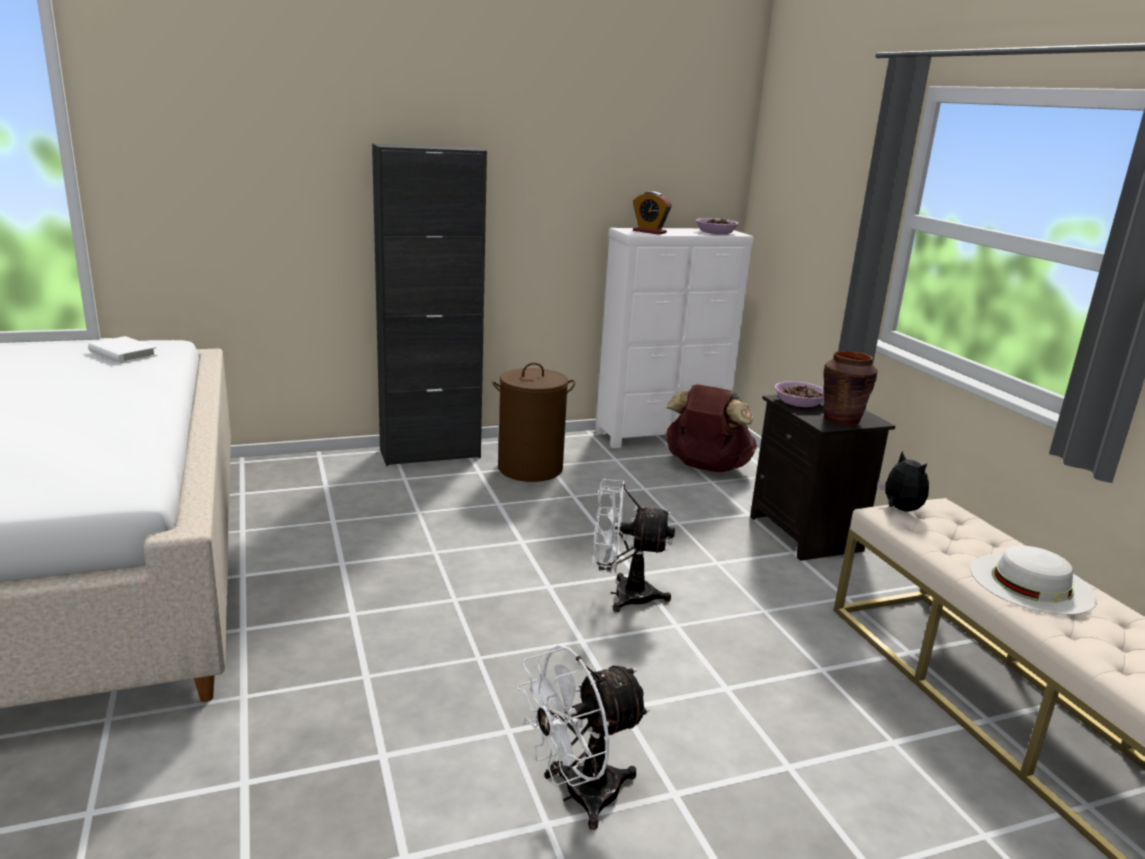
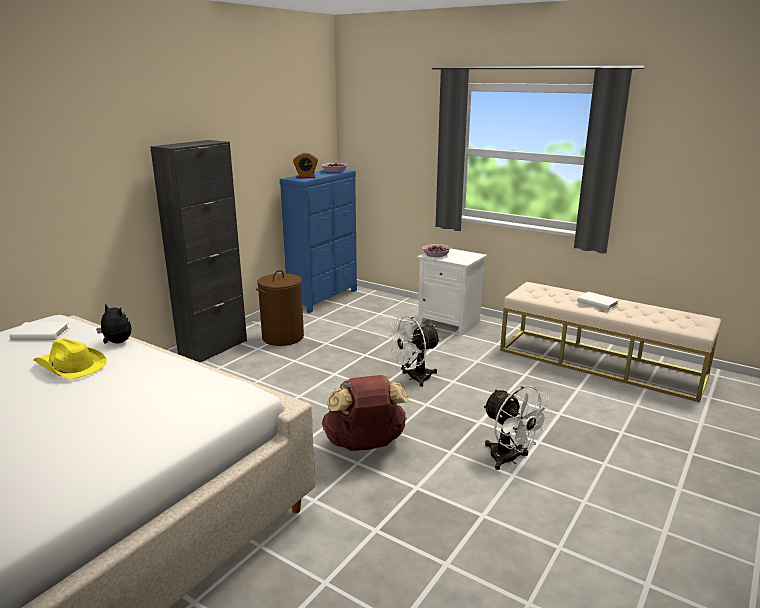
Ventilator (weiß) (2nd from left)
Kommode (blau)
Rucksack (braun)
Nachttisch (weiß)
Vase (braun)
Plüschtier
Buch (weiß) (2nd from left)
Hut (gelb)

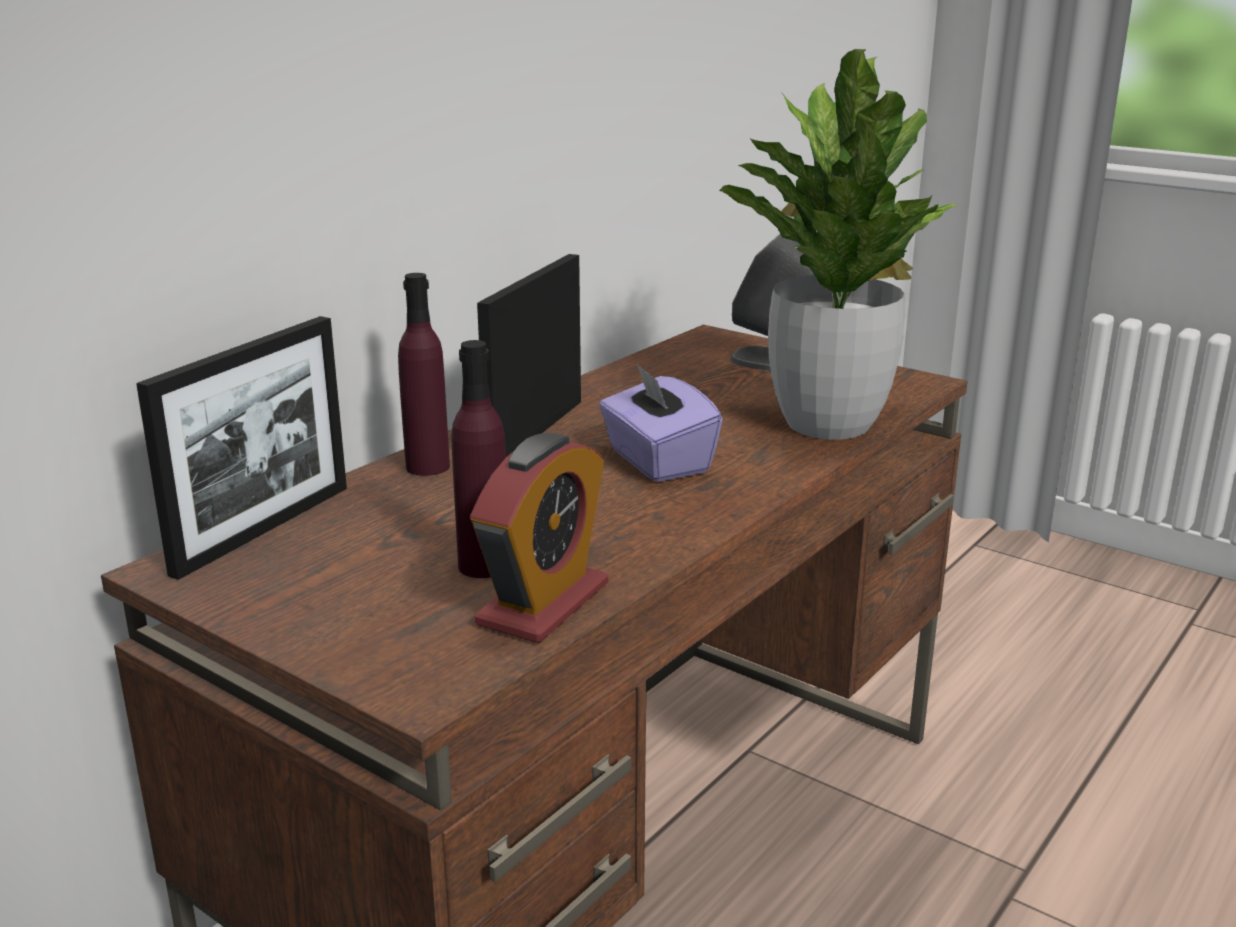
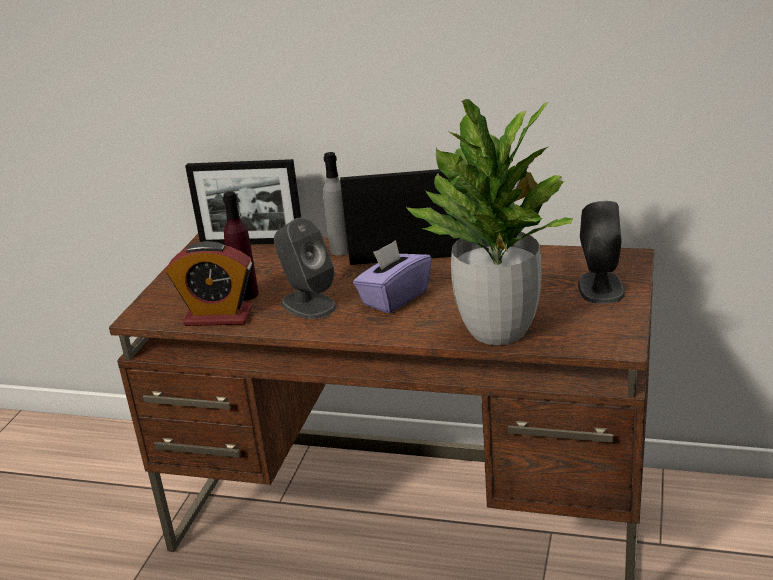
Flasche (grau)
Lautsprecher (grau) (1st from left)

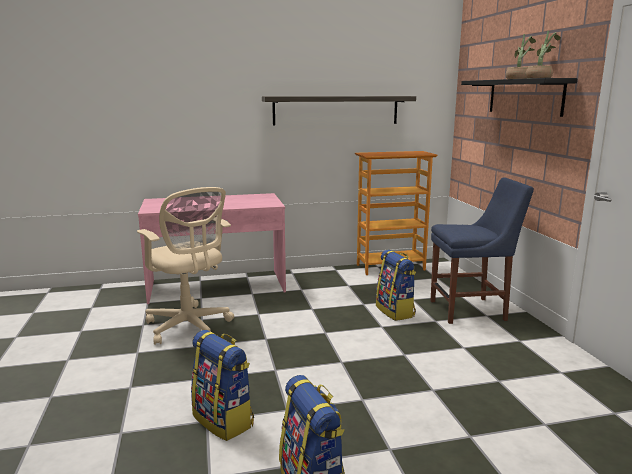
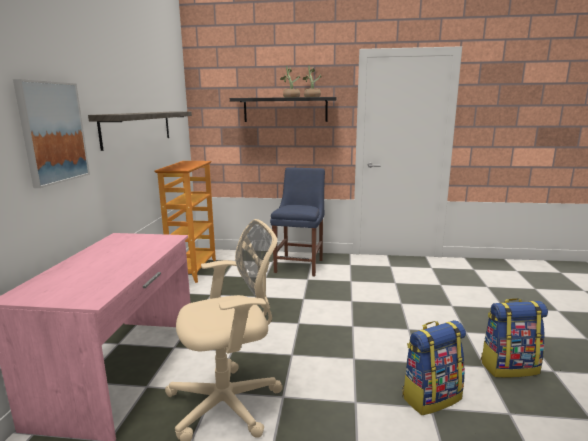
Rucksack (3rd from left in the first image)
Bild

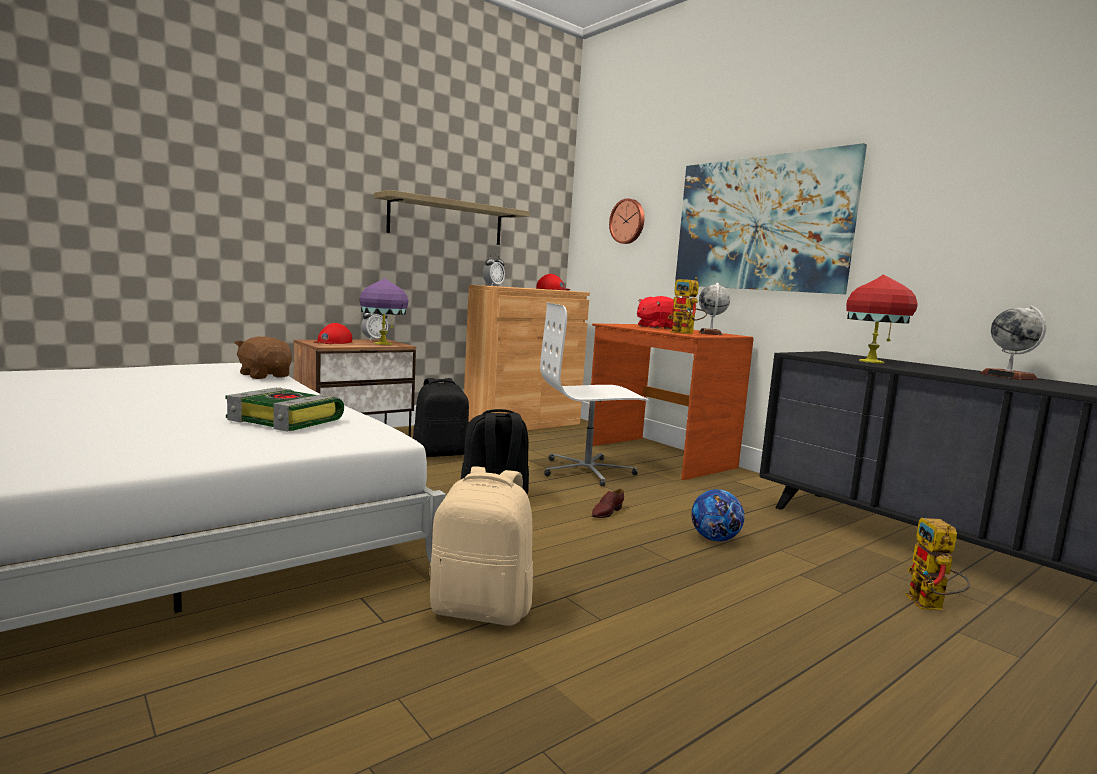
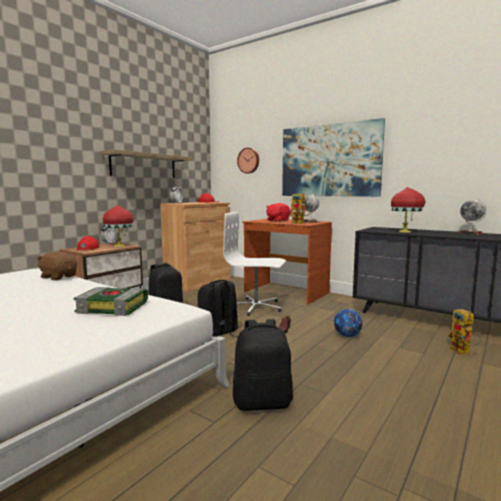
Tischlampe (rot) (1st from left)
Rucksack (schwarz) (3rd from left)
Bürostuhl (weiß)

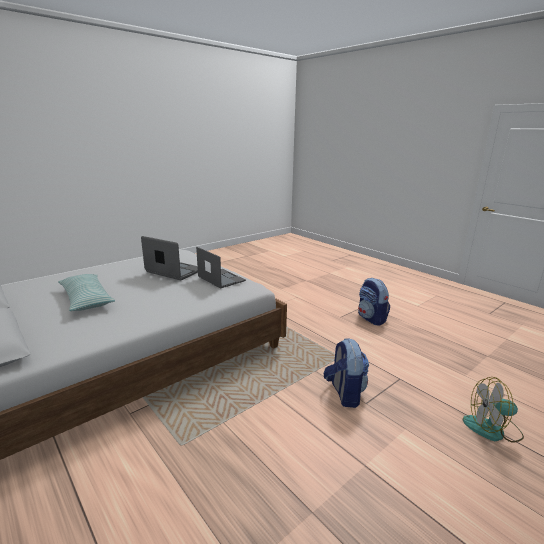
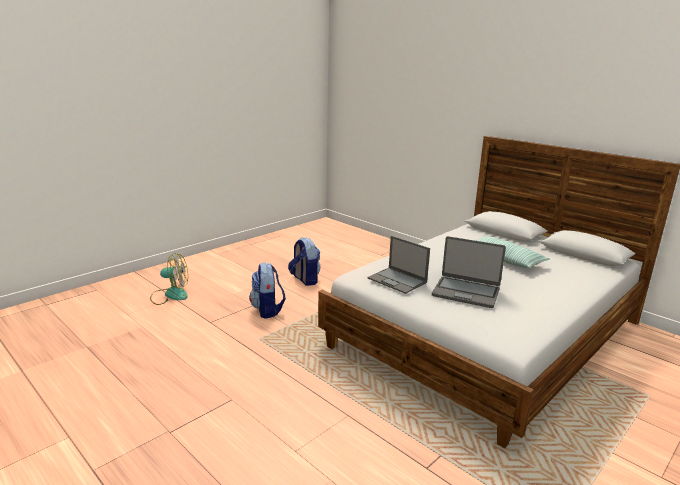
Rucksack (2nd from left)

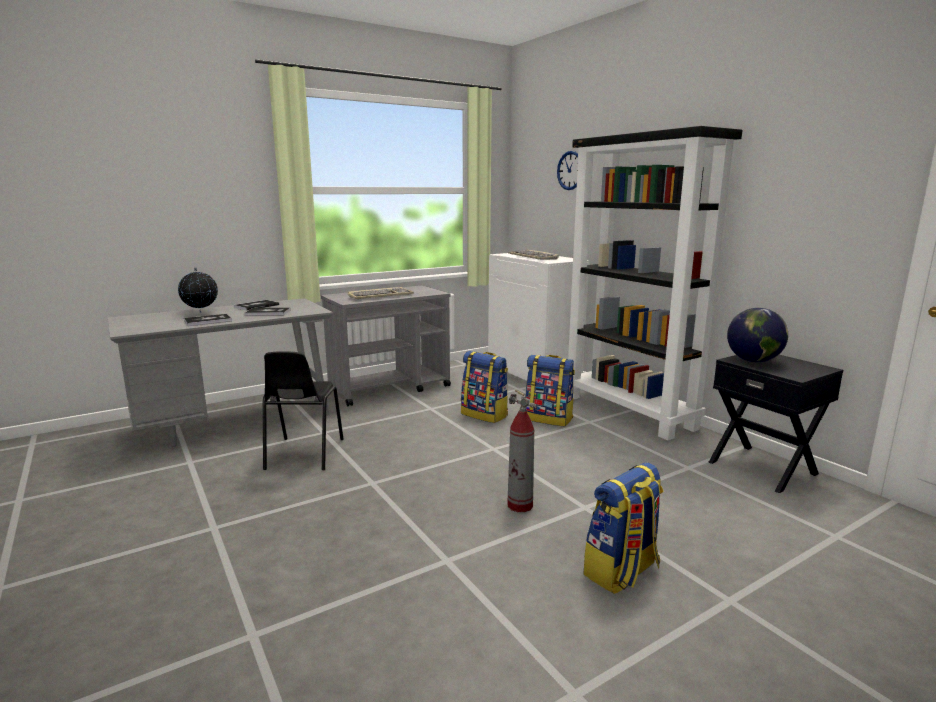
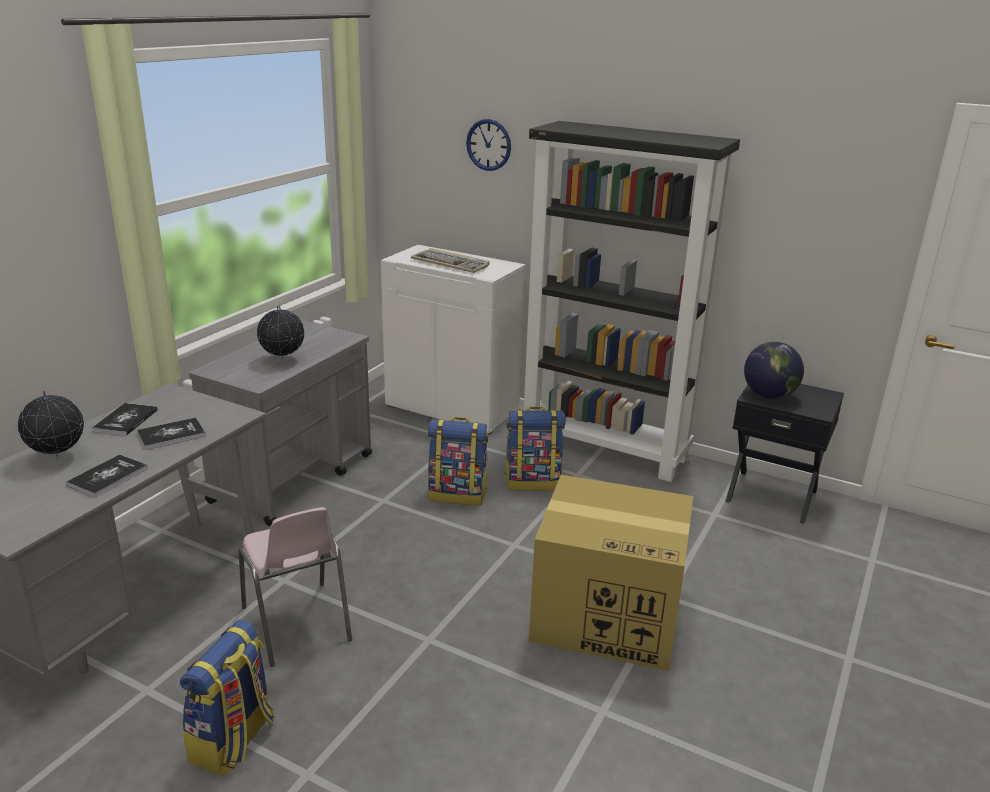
Stuhl (rosa)
Globus (2nd from left)
Karton
Rucksack (1st from left)

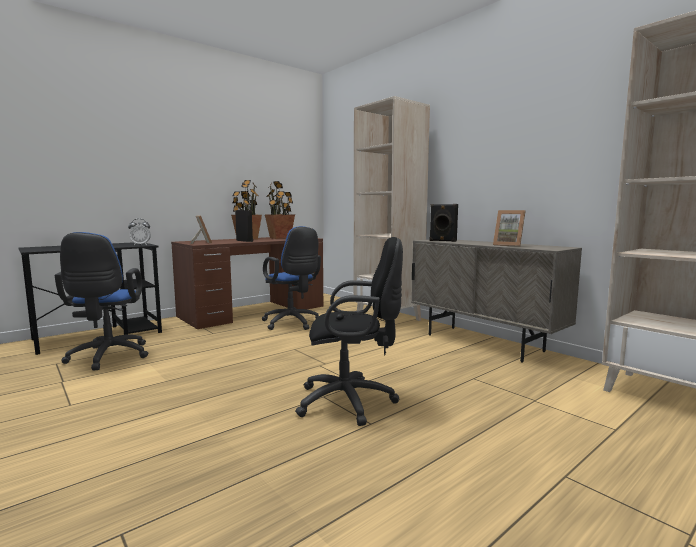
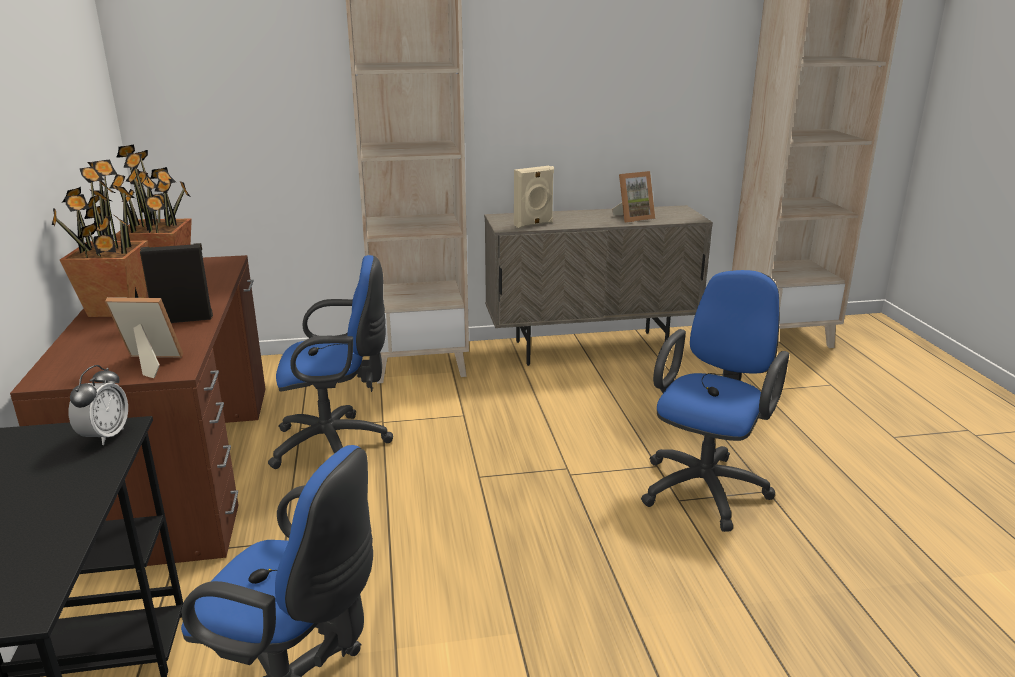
Bürostuhl (blau) (3rd from left)
Lautsprecher (beige)

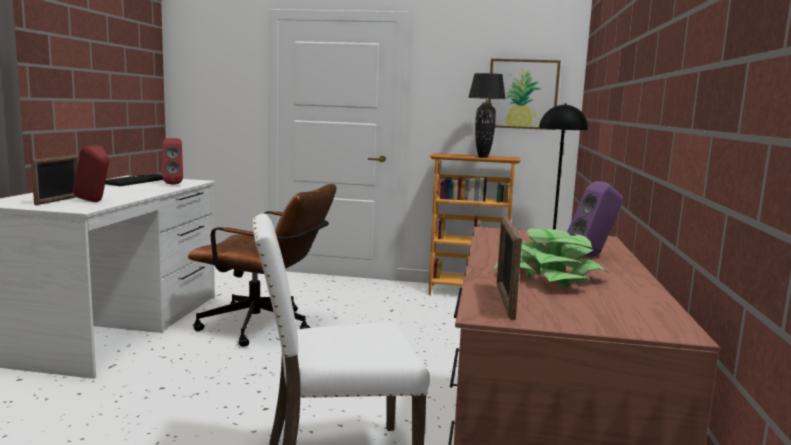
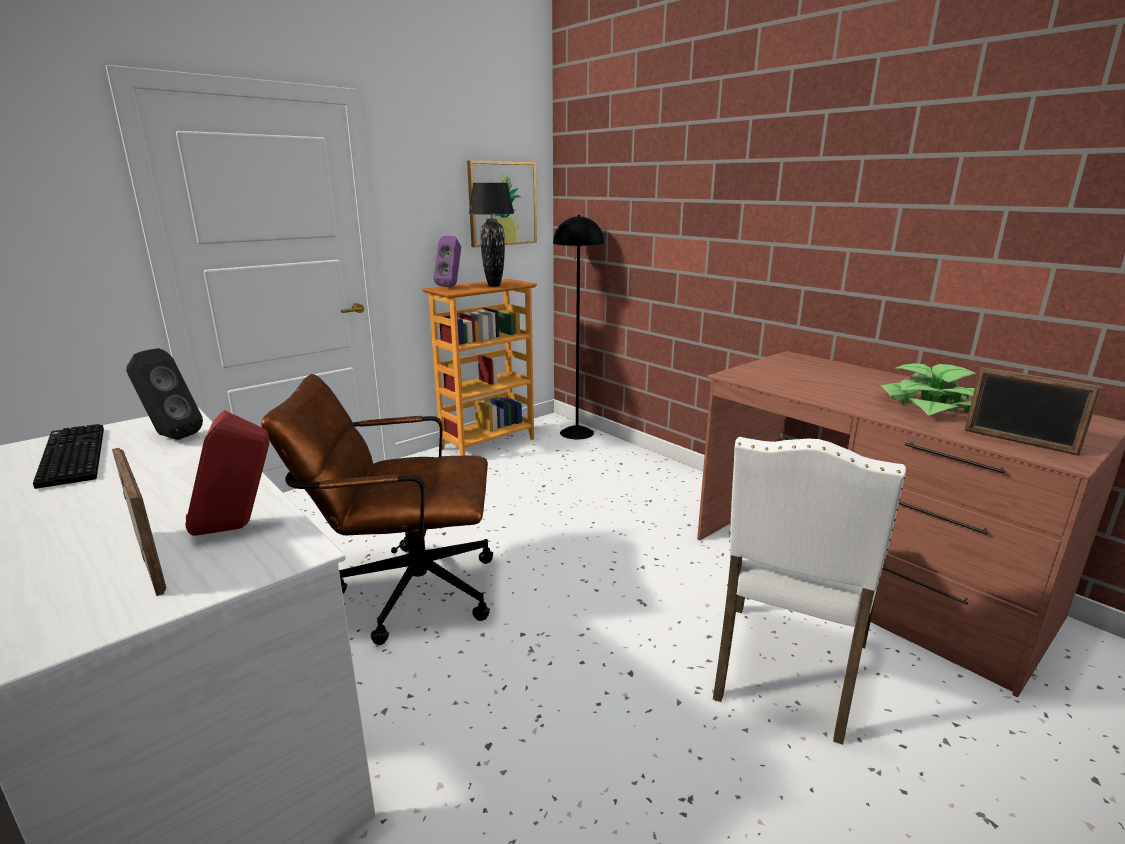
Lautsprecher (schwarz)
Bürostuhl (braun)
Lautsprecher (lila)

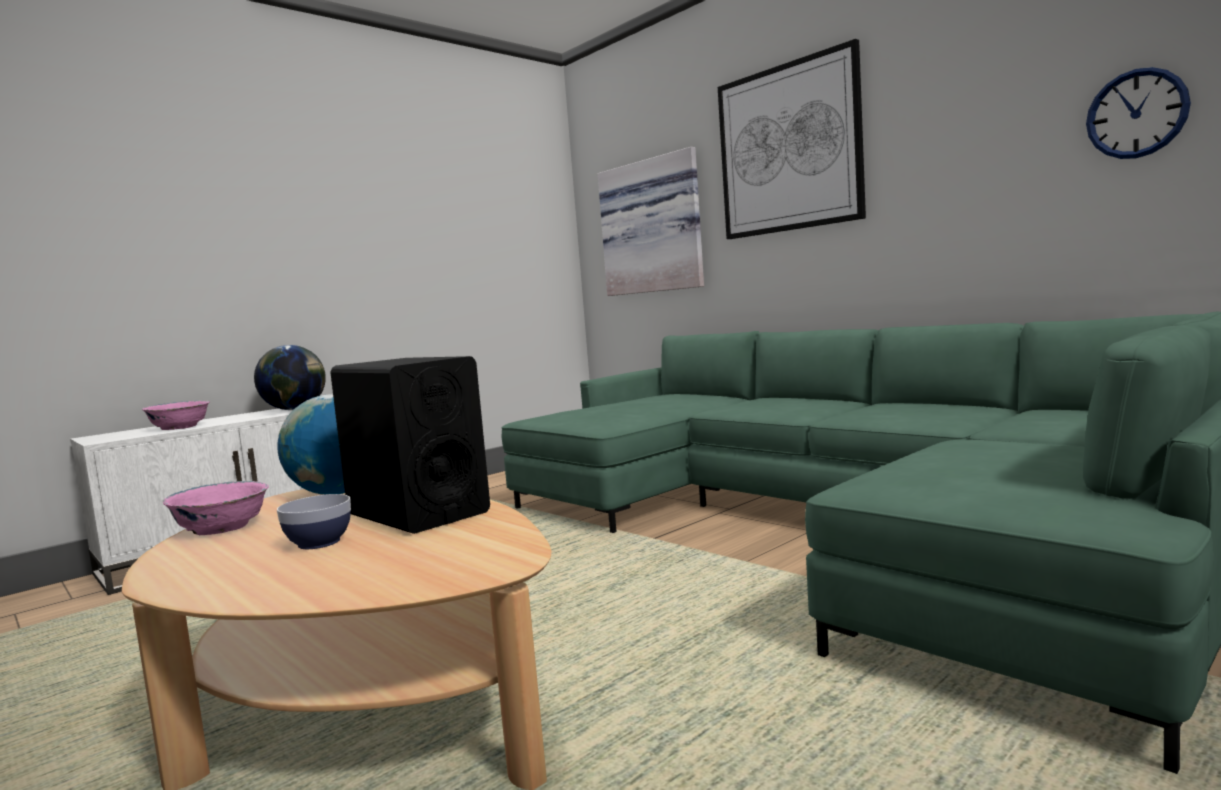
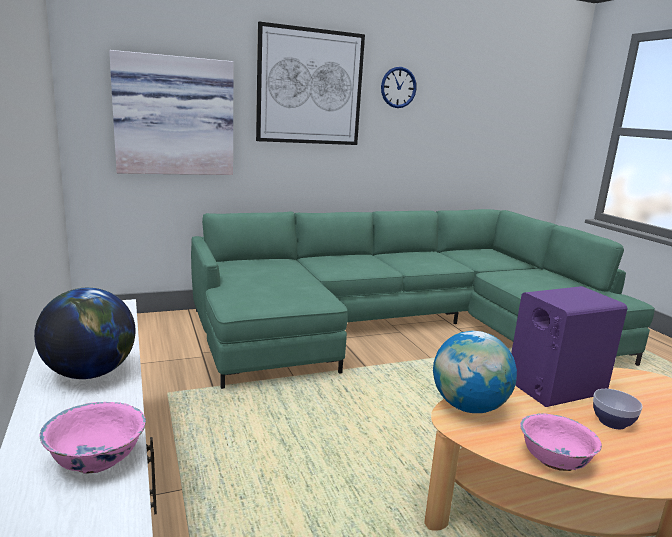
Lautsprecher (lila)
Wanduhr

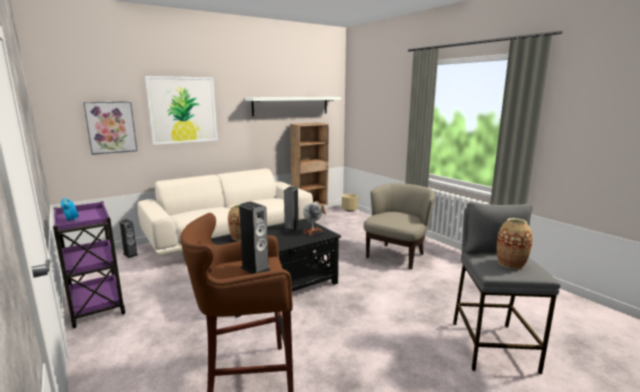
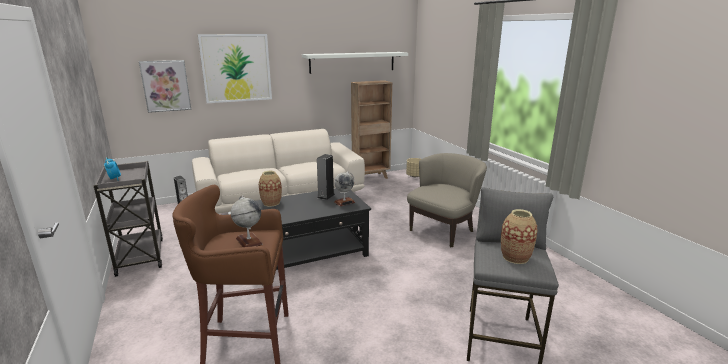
Rollwagen (grau)
Globus (1st from left)

